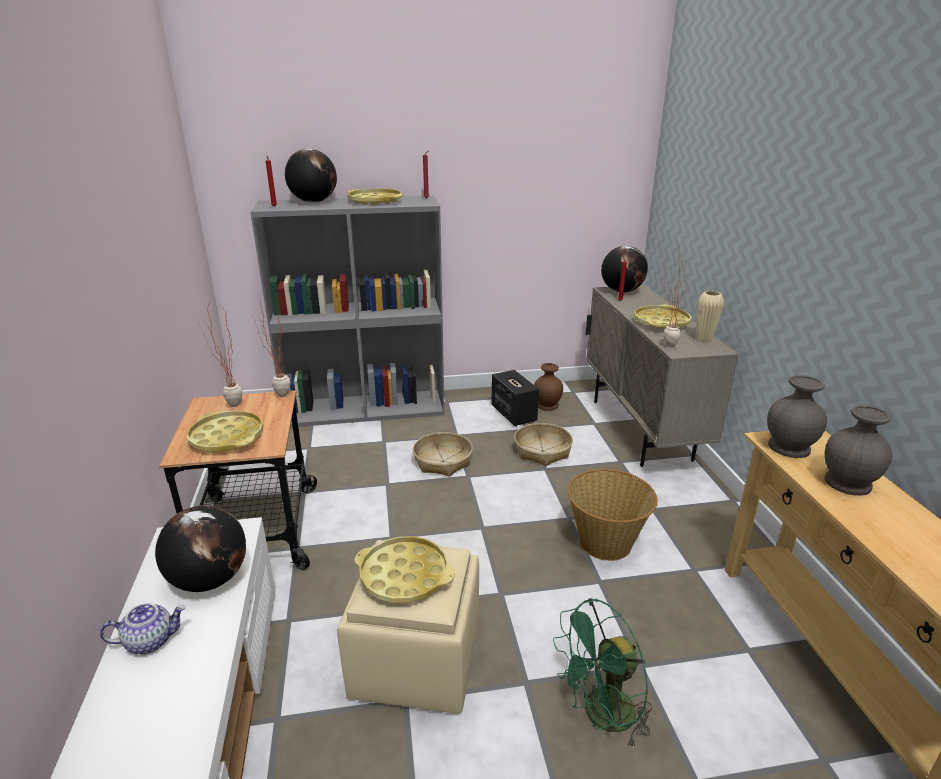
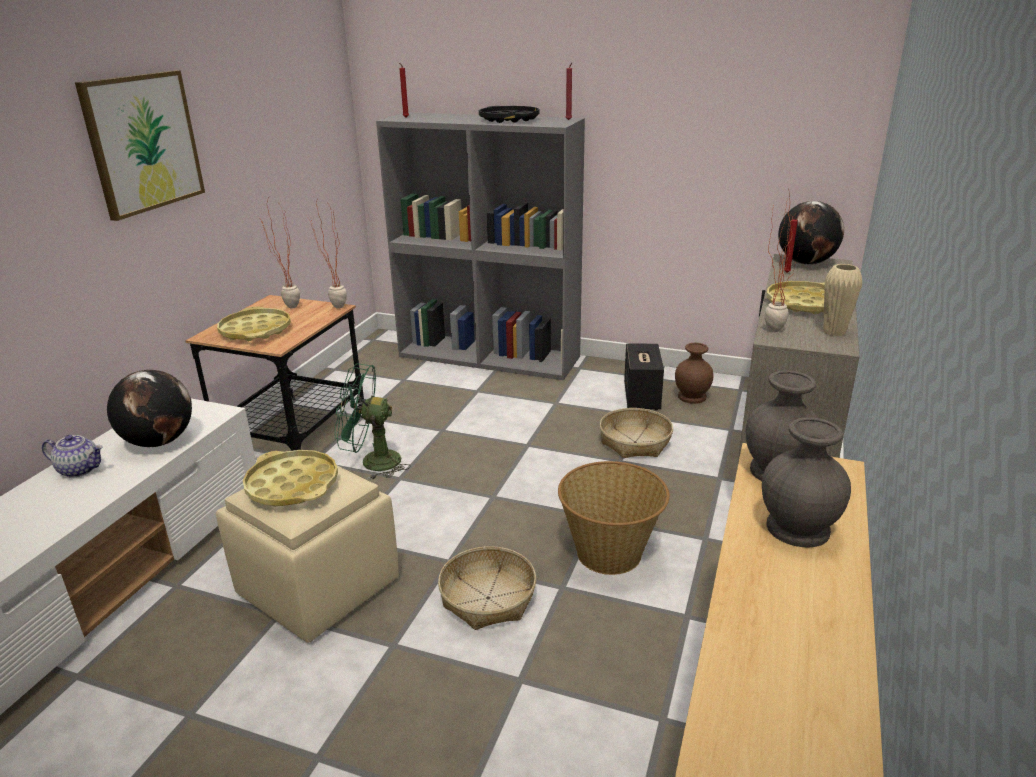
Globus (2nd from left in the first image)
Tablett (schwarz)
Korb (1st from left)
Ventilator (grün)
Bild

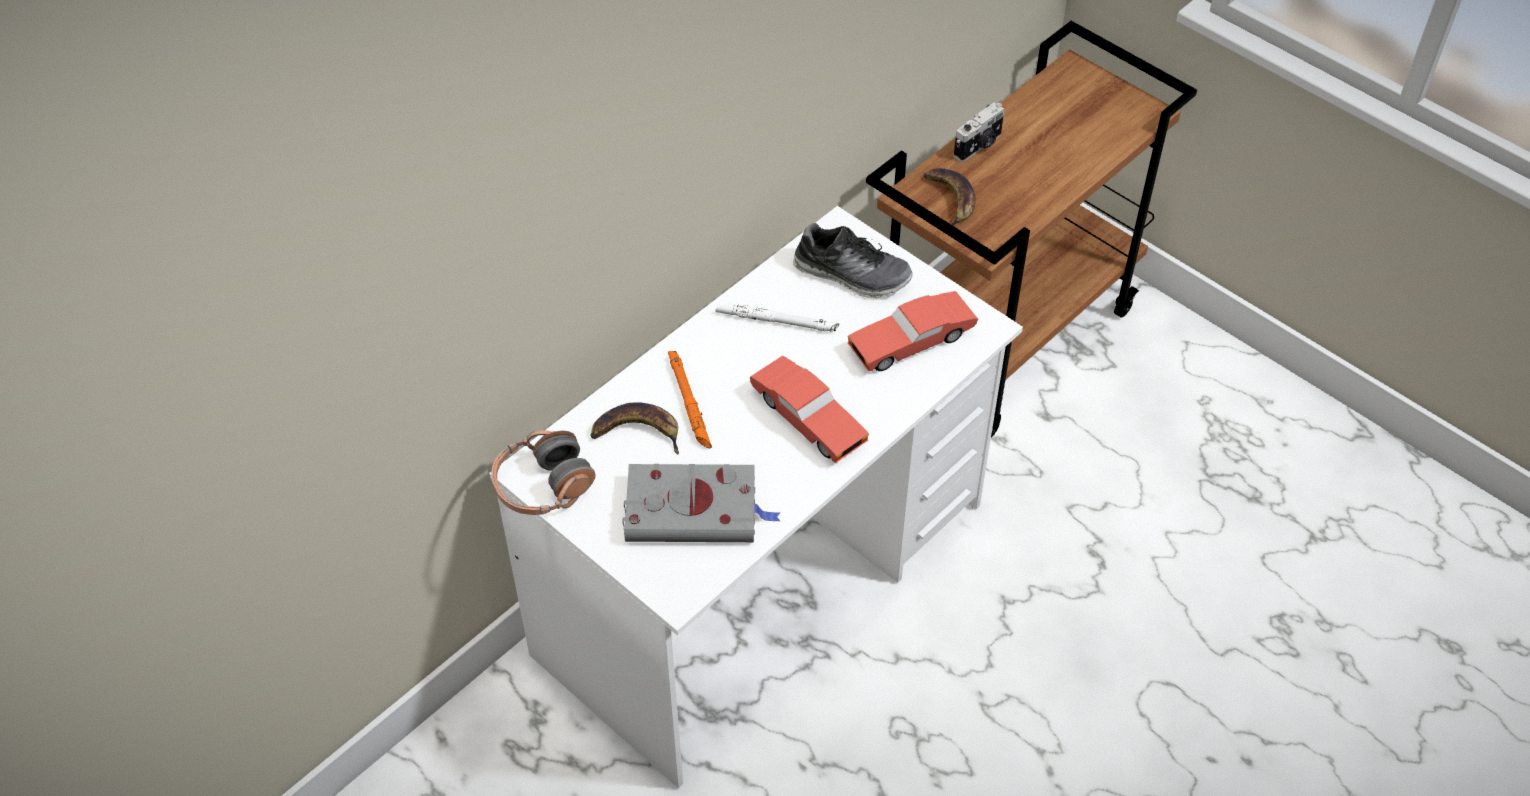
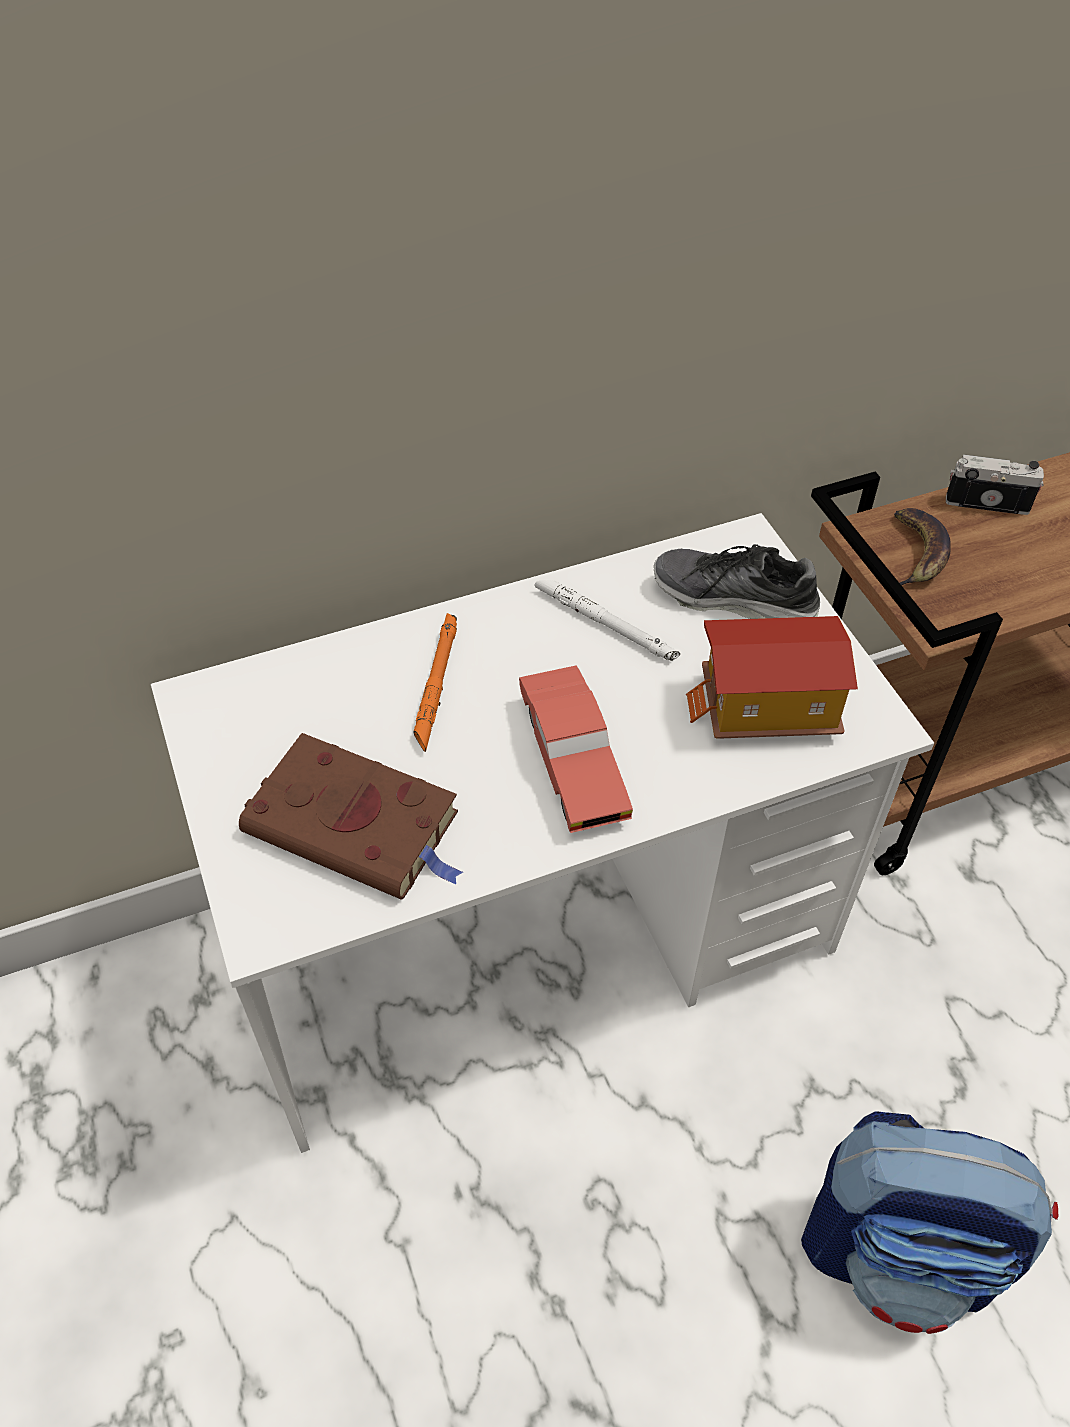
Kopfhörer
Banane (1st from left in the first image)
Buch (braun)
Schuh
Spielzeughaus
Kamera
Rucksack

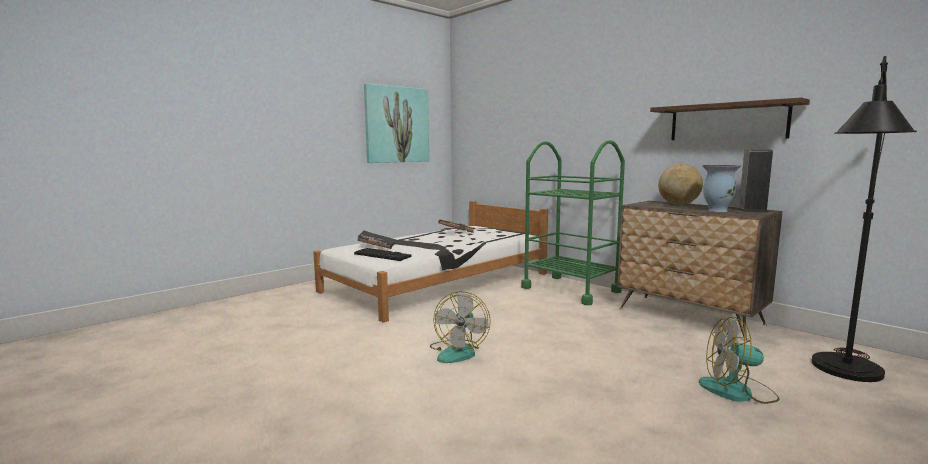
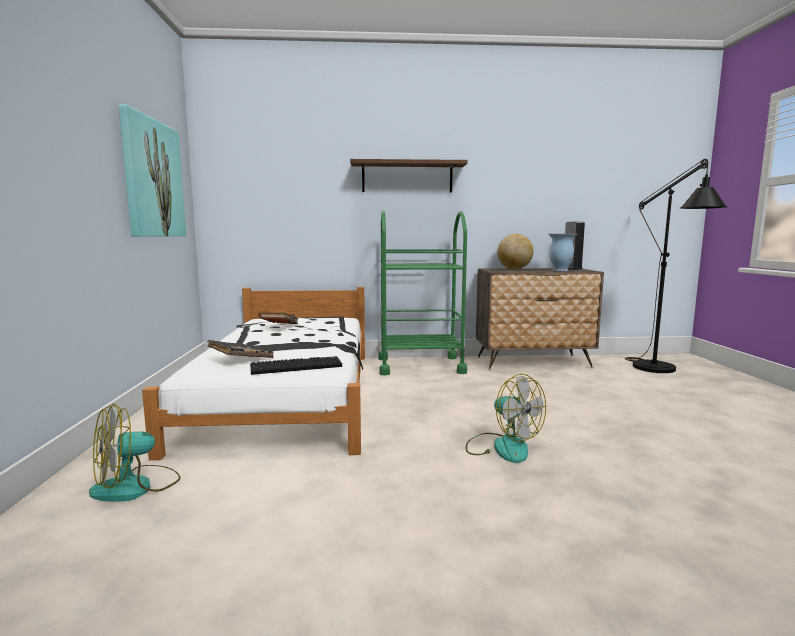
Wandregal
Ventilator (1st from left)

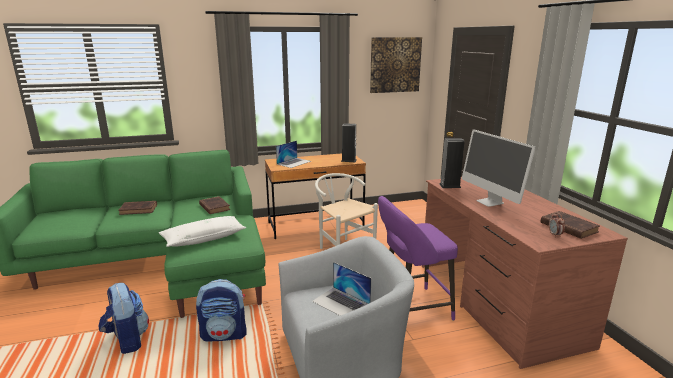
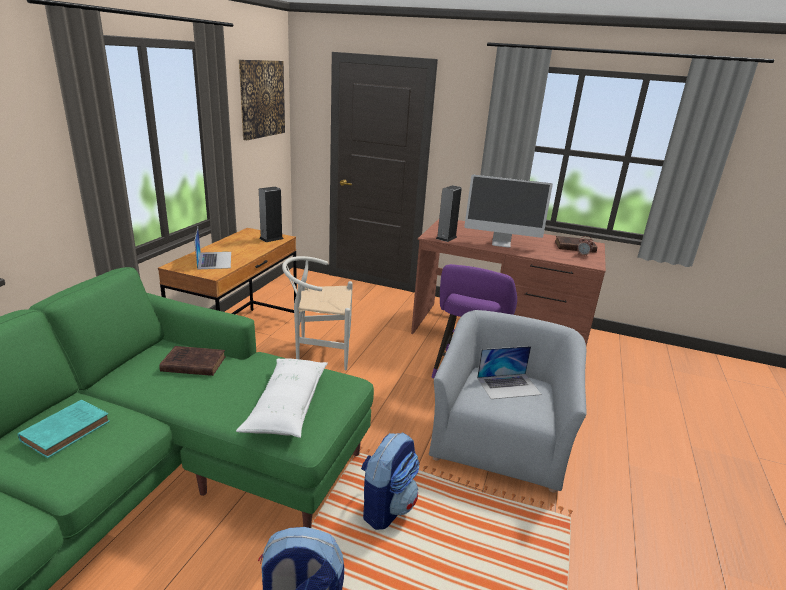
Buch (türkis)

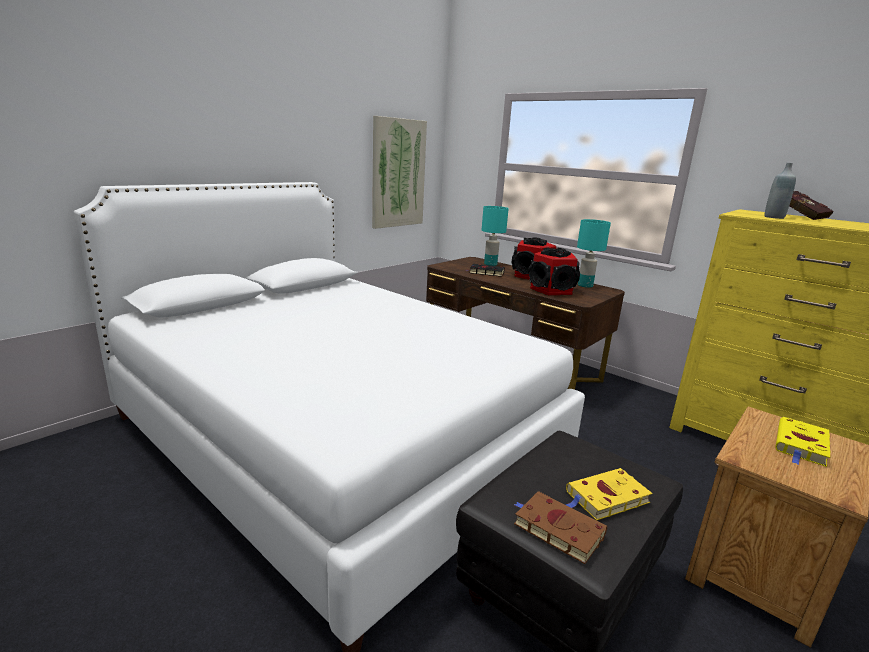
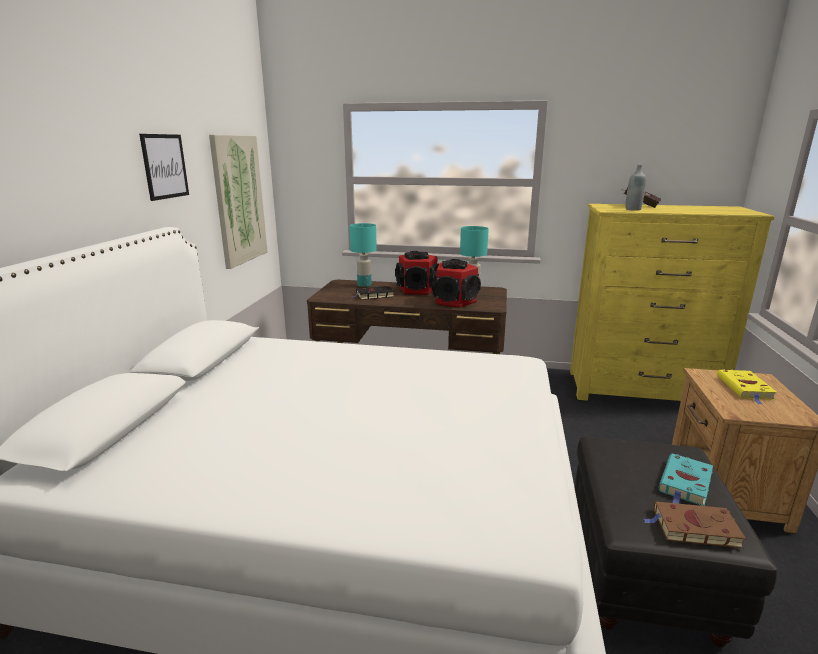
Buch (türkis)
Bild (1st from left)

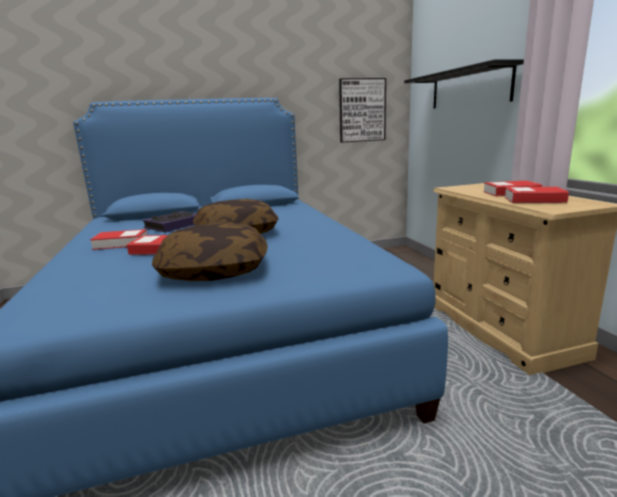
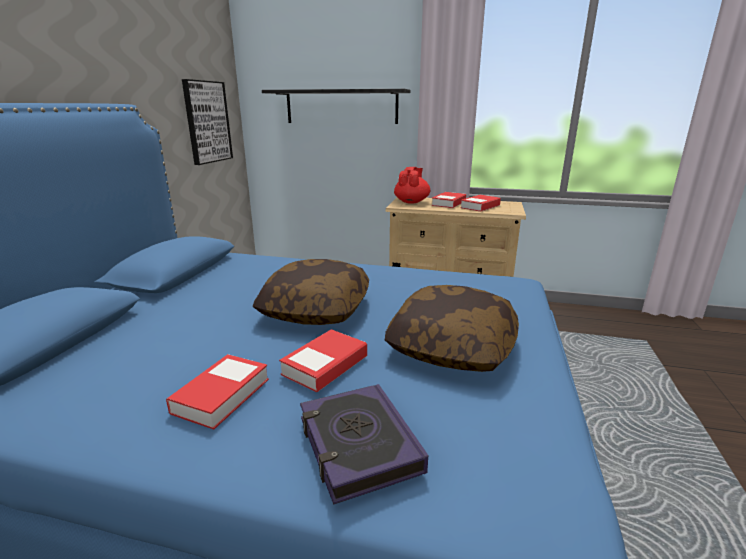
Buch (3rd from left)
Teekanne (rot)

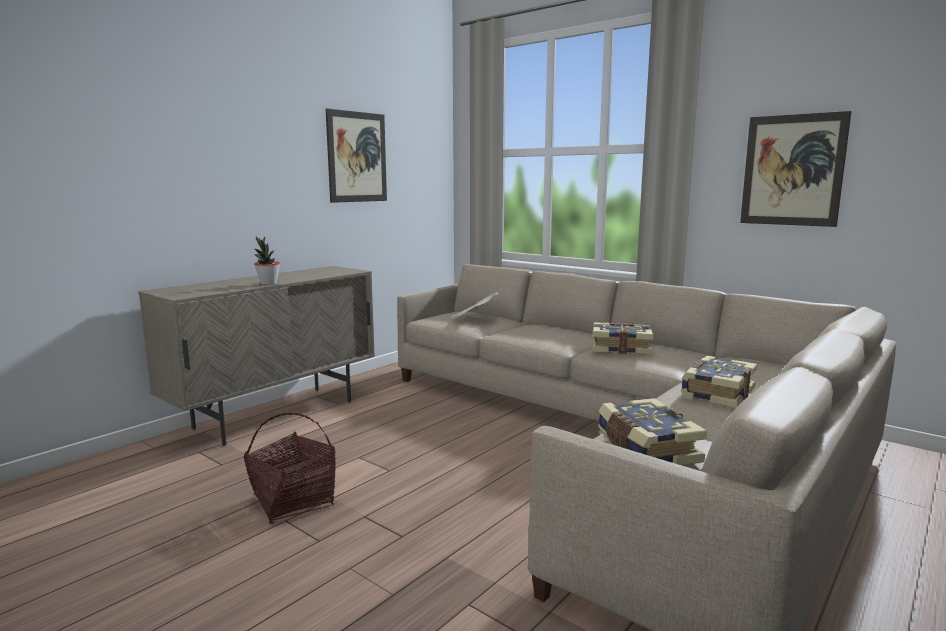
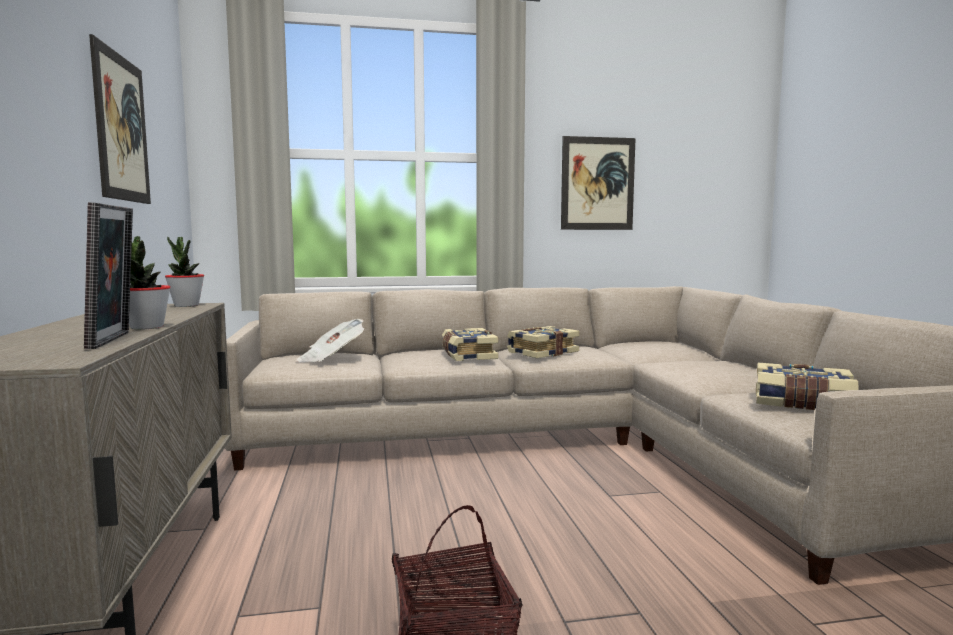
Buch (1st from left)
Bilderrahmen
Topfpflanze (2nd from left)

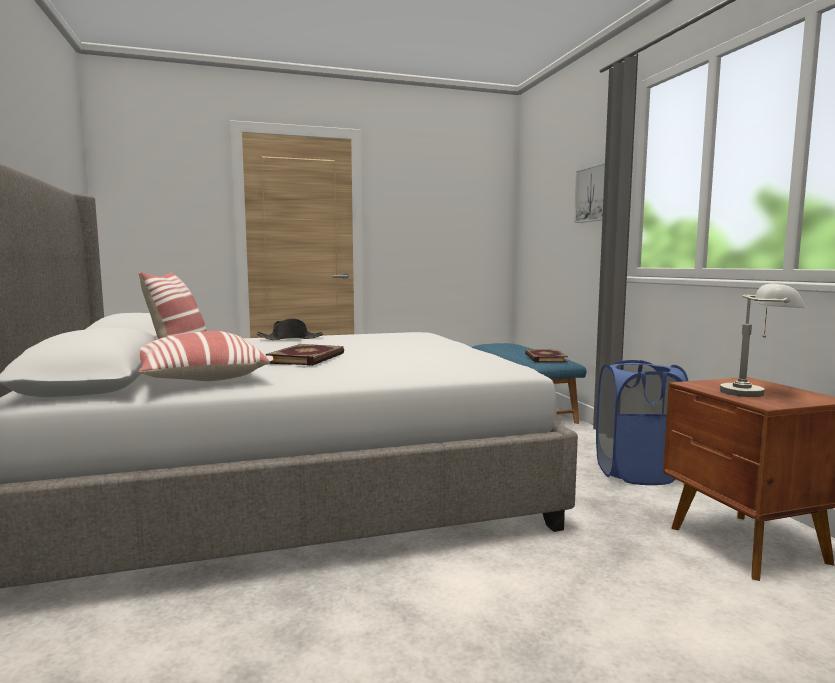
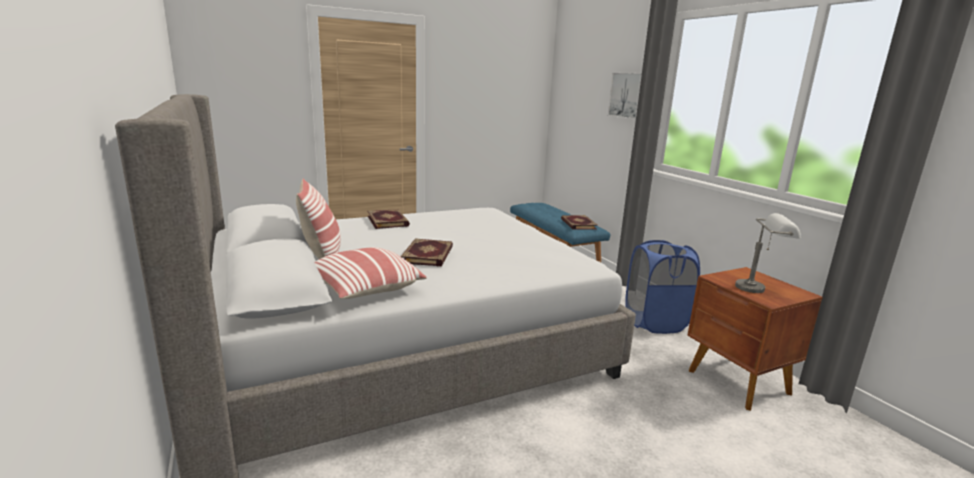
Buch (1st from left)

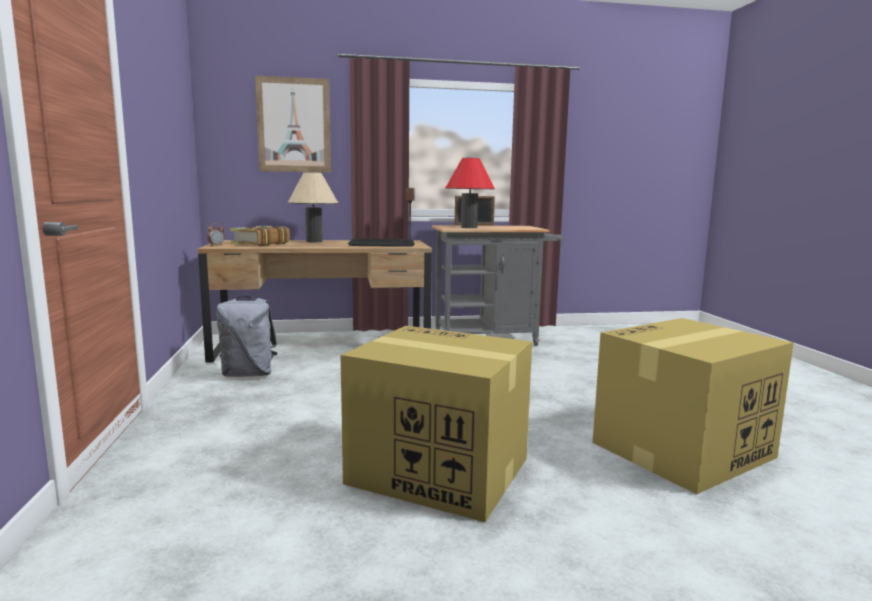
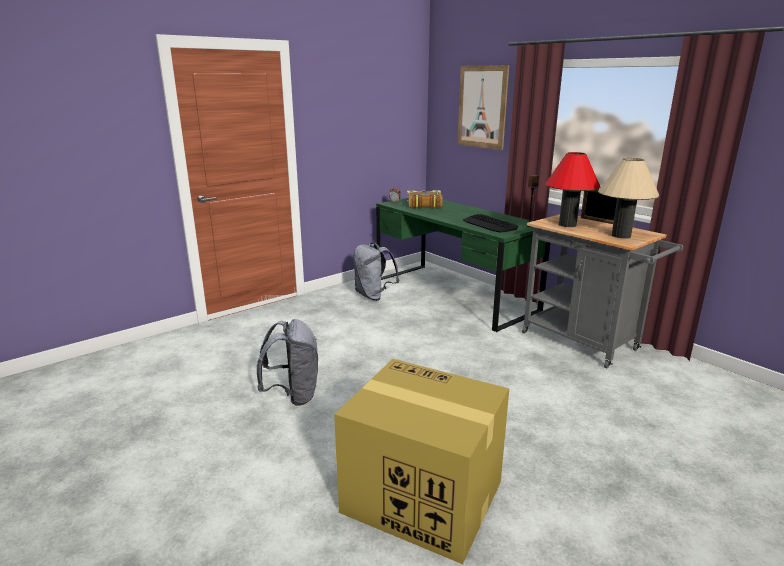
Schreibtisch (grün)
Tischlampe (beige)
Rucksack (grau) (1st from left)

